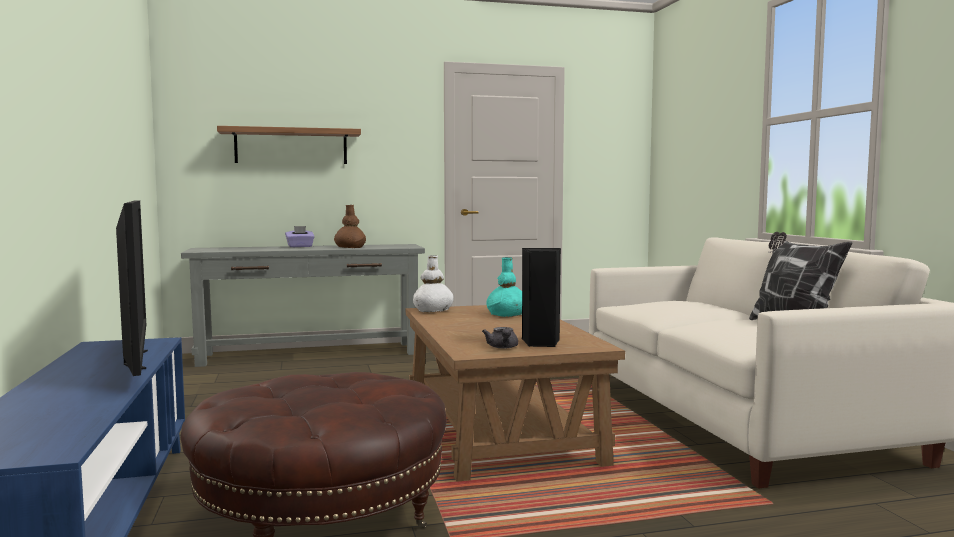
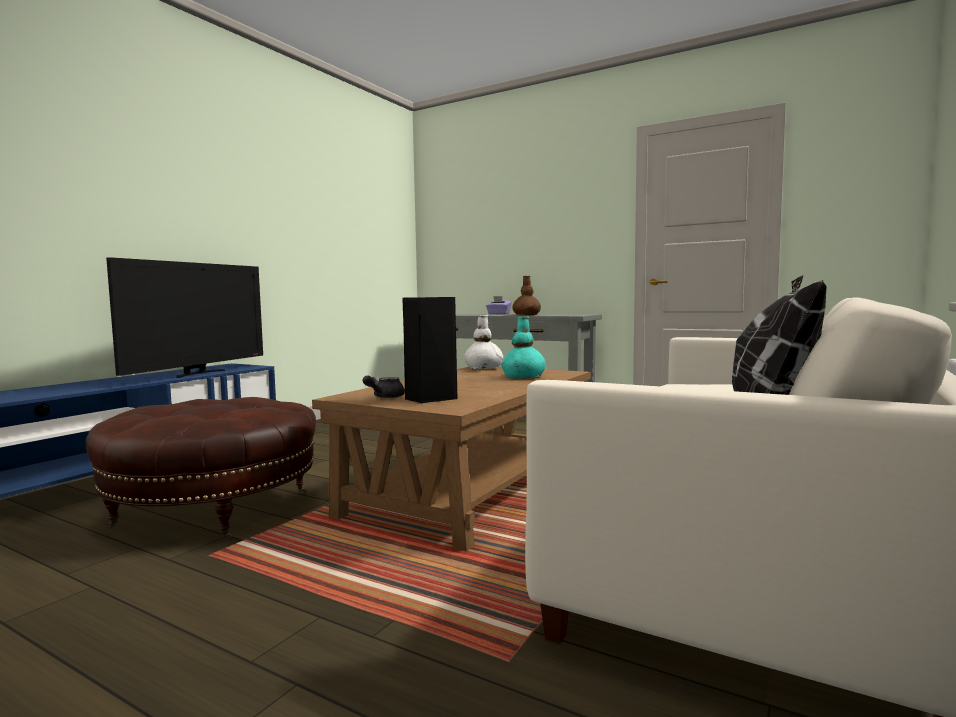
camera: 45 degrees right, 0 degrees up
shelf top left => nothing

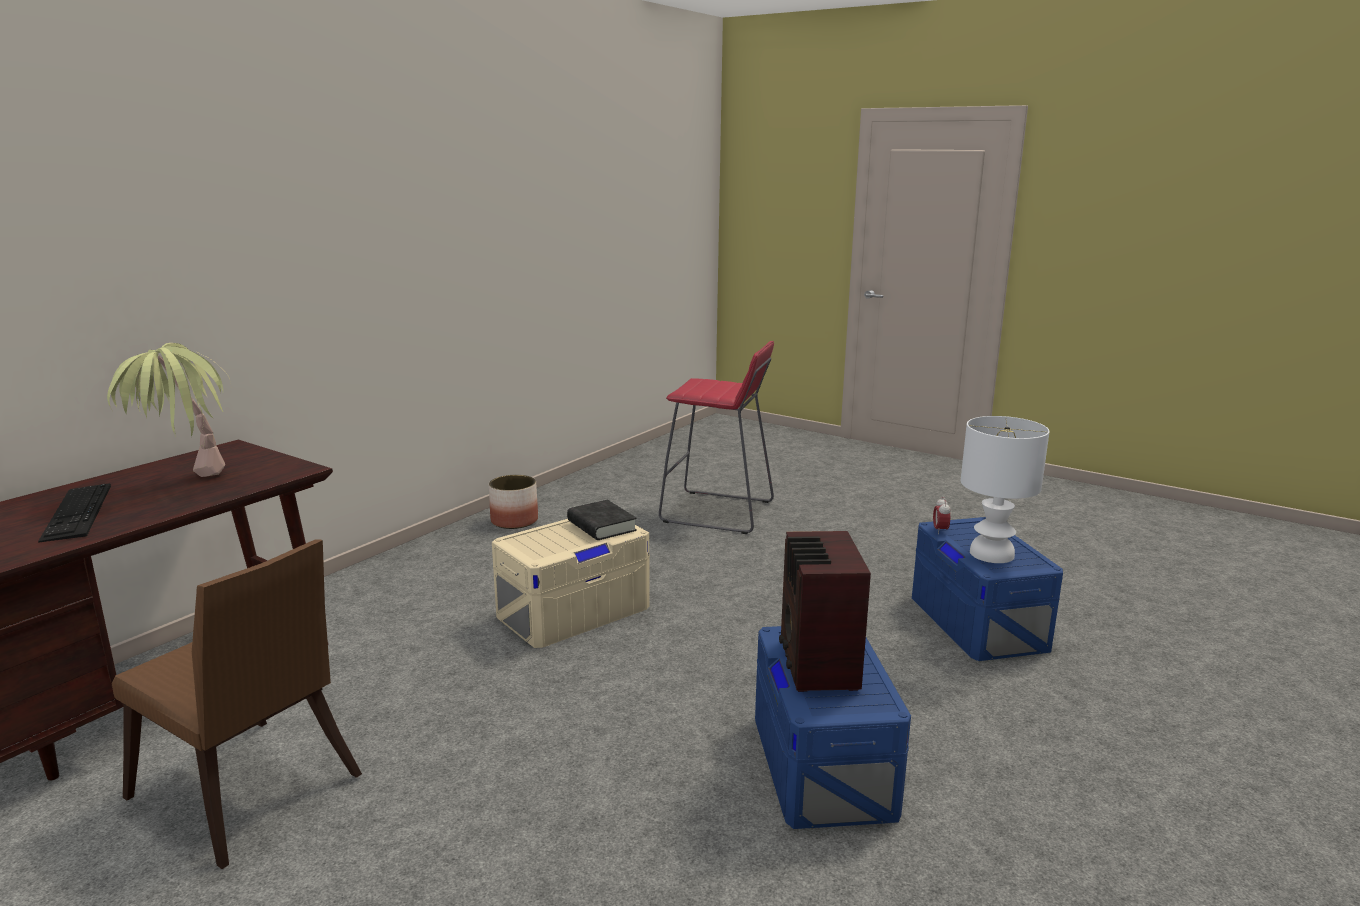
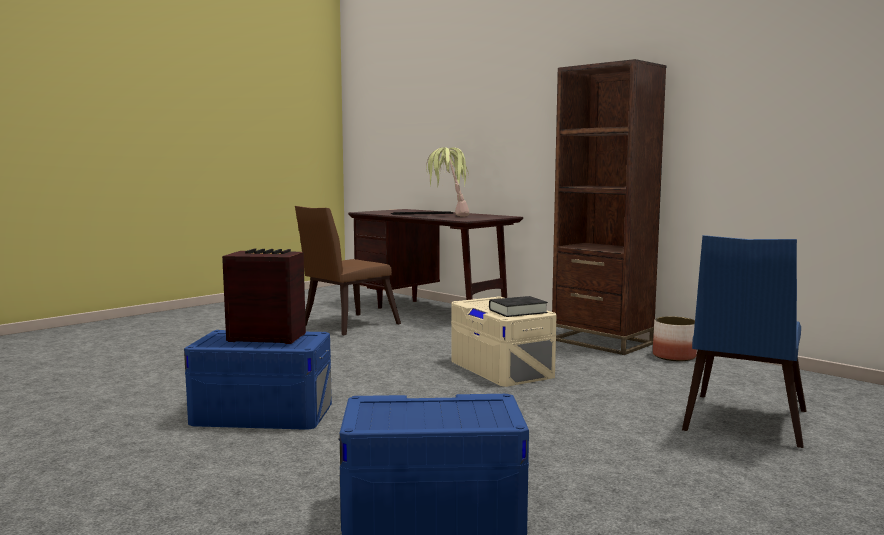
camera: 100 degrees right, 10 degrees down
alarm clock middle right => nothing
white table lamp middle right => nothing
nothing => brown bookcase middle right
red stool centre => blue chair middle right

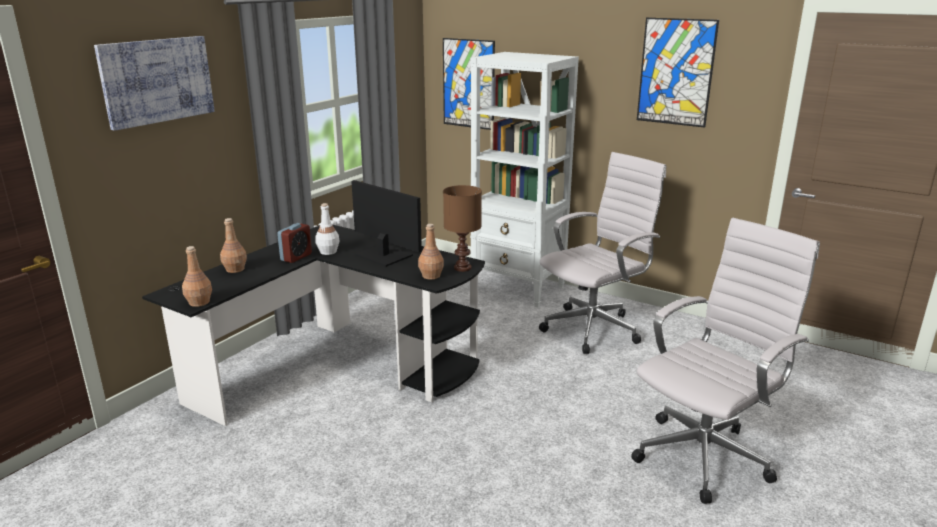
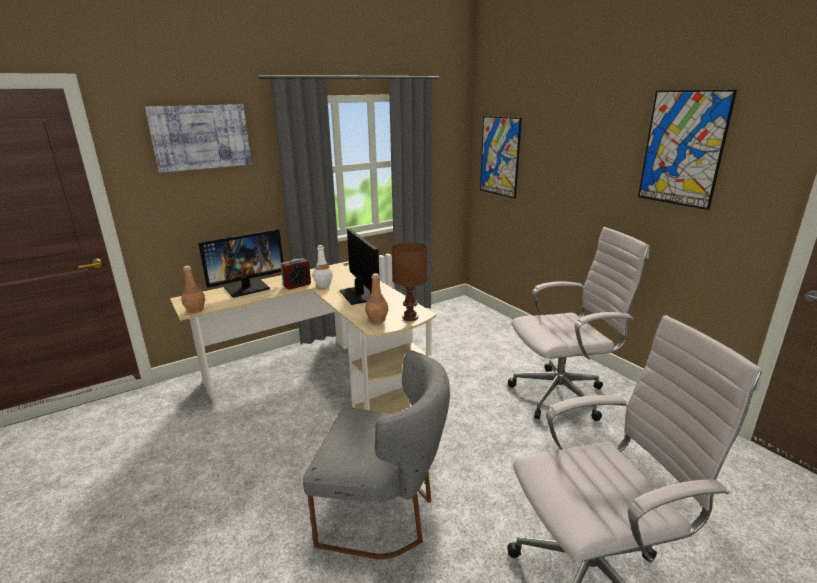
camera: 25 degrees right, 0 degrees up
white bookcase centre => nothing
nothing => grey chair bottom centre
brown bottle (2nd from left) middle left => monitor (1st from left) middle left
black desk centre => beige desk centre

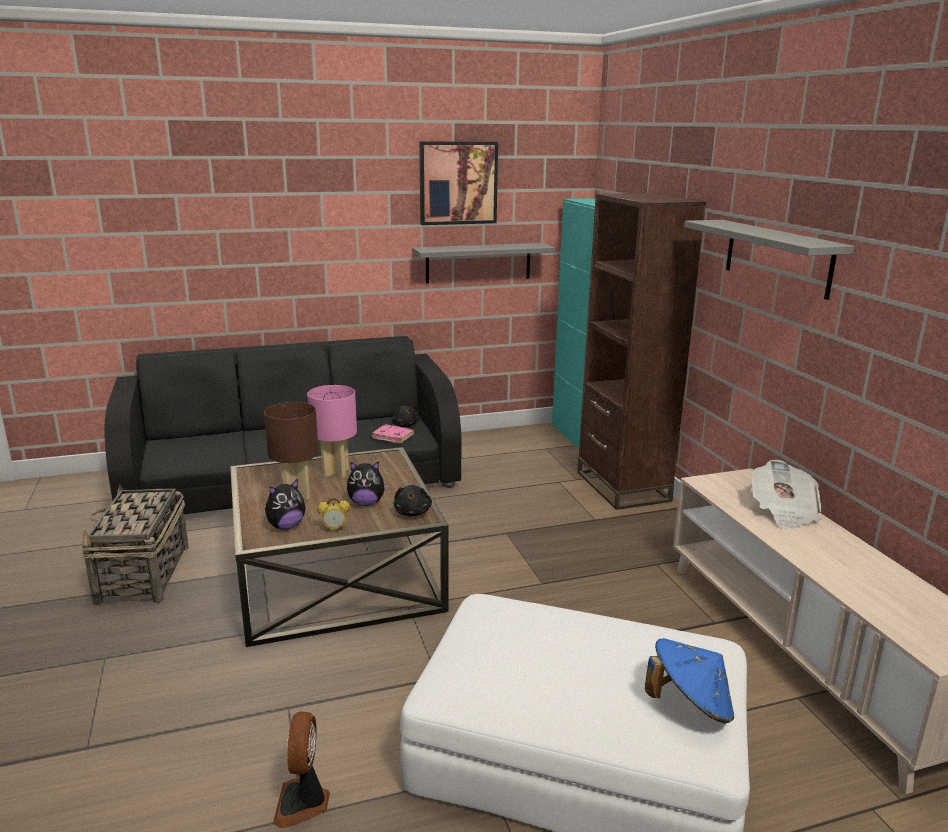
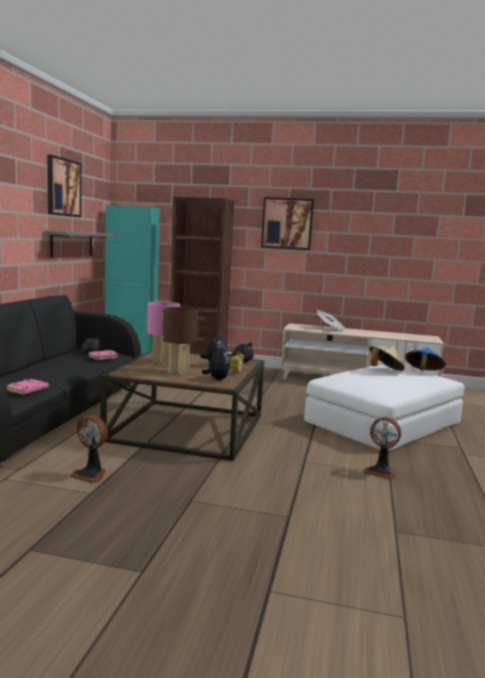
camera: 60 degrees left, 10 degrees down
nothing => pink book (1st from left) middle left
nothing => beige hat middle right
basket middle left => fan (1st from left) middle left
grey shelf (2nd from left) top right => picture (2nd from left) top centre

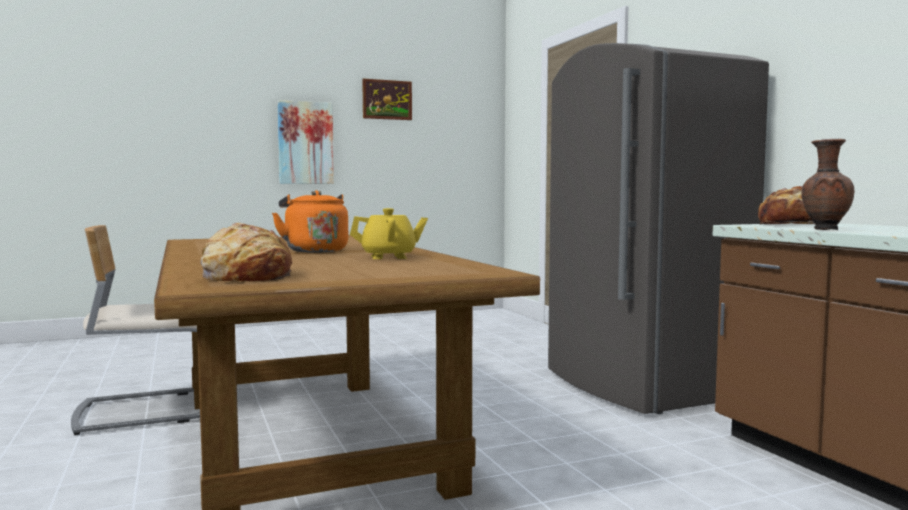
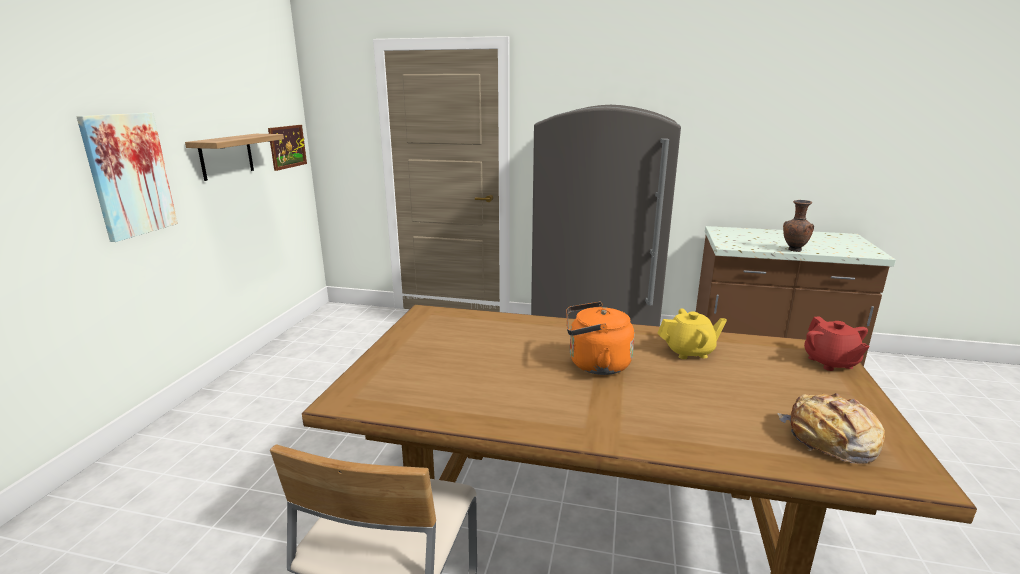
camera: 55 degrees left, 15 degrees up
bread (2nd from left) middle right => nothing
nothing => shelf top left
nothing => red teapot middle right
picture (2nd from left) top centre => picture (2nd from left) top left, moved
yellow teapot centre => yellow teapot middle right, 60 degrees clockwise

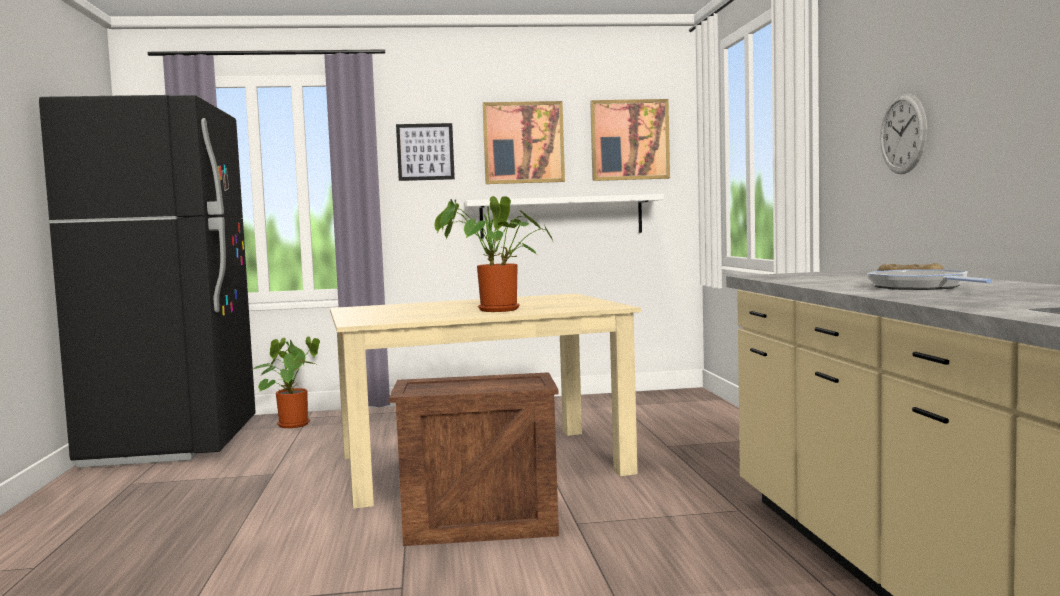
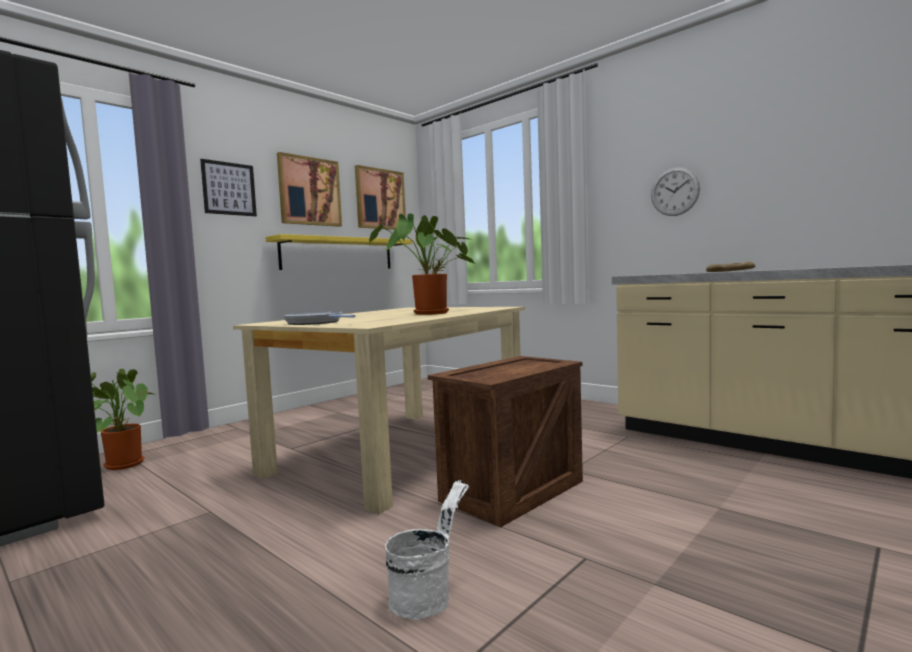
camera: 40 degrees left, 0 degrees up
nothing => white bucket bottom centre
frying pan middle right => frying pan centre, moved
white shelf centre => yellow shelf centre

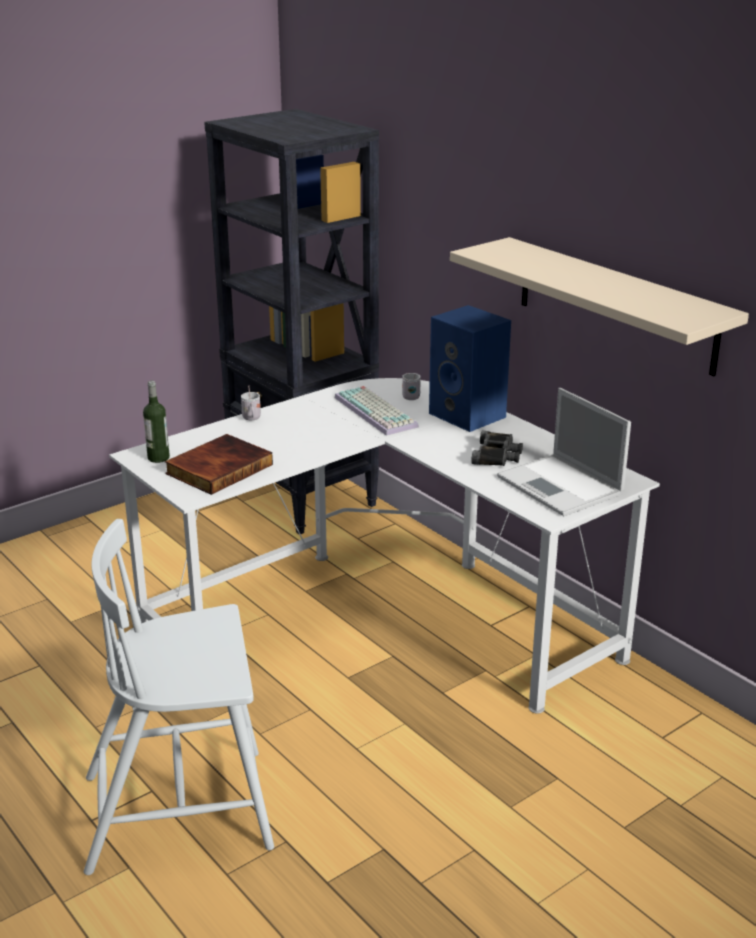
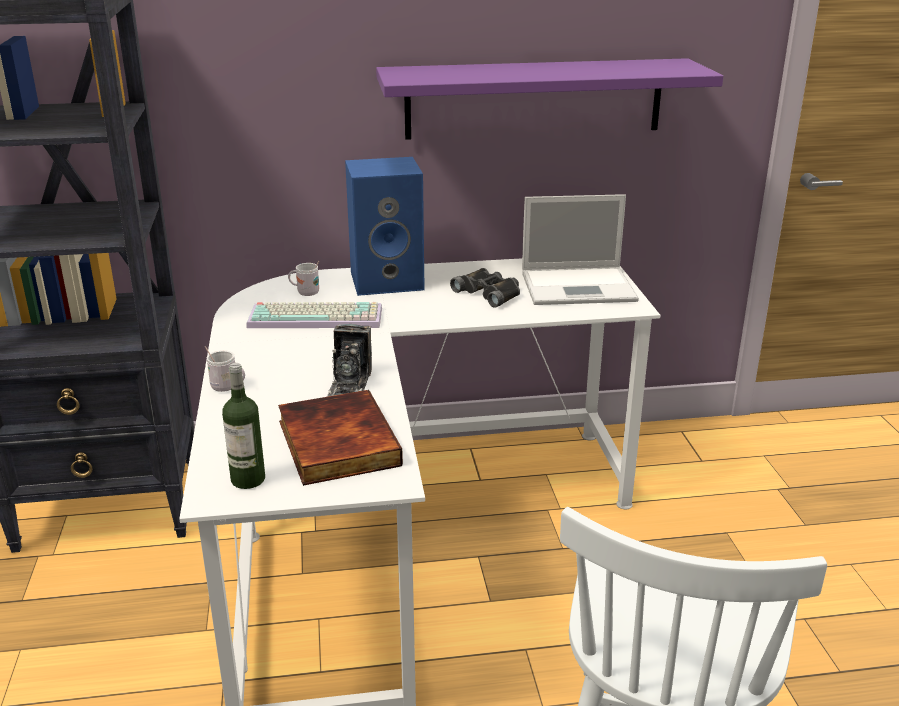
camera: 60 degrees left, 0 degrees up
nothing => photo camera centre
beige shelf top right => purple shelf top centre

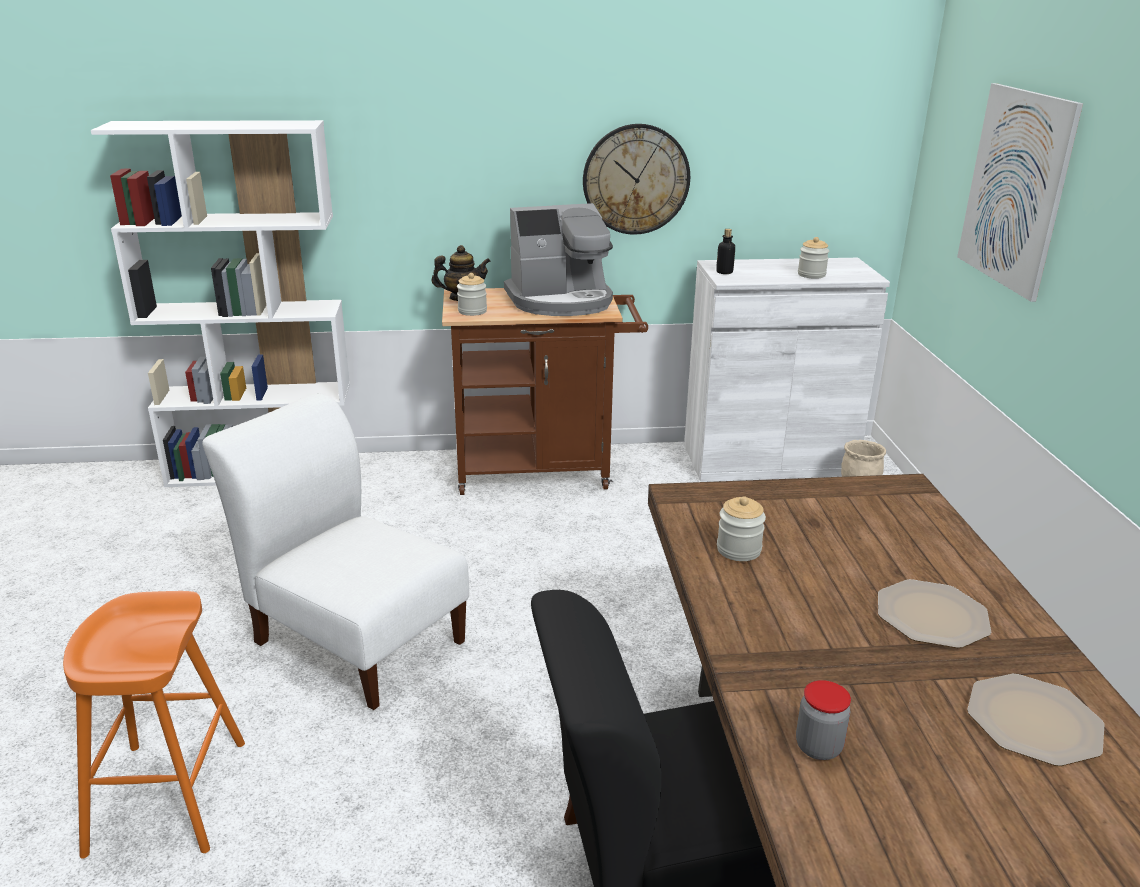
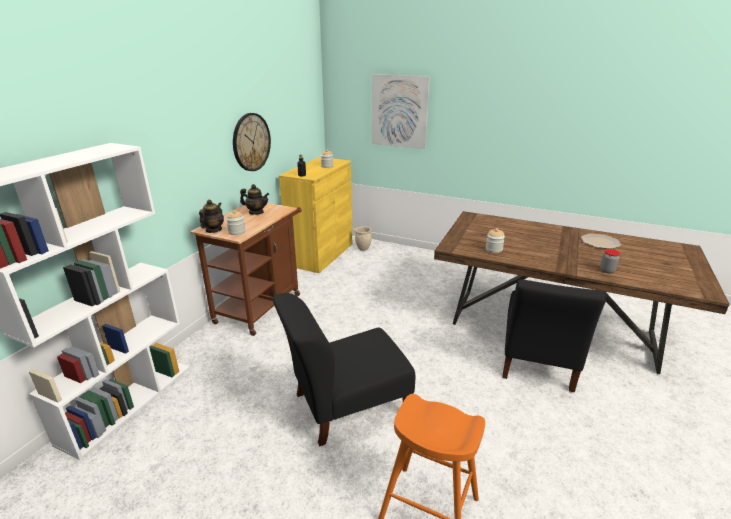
camera: 60 degrees left, 0 degrees up
plate (1st from left) bottom right => nothing
coffee machine top centre => teapot (2nd from left) centre
white chair middle left => black chair (1st from left) bottom centre
white cabinet middle right => yellow cabinet centre

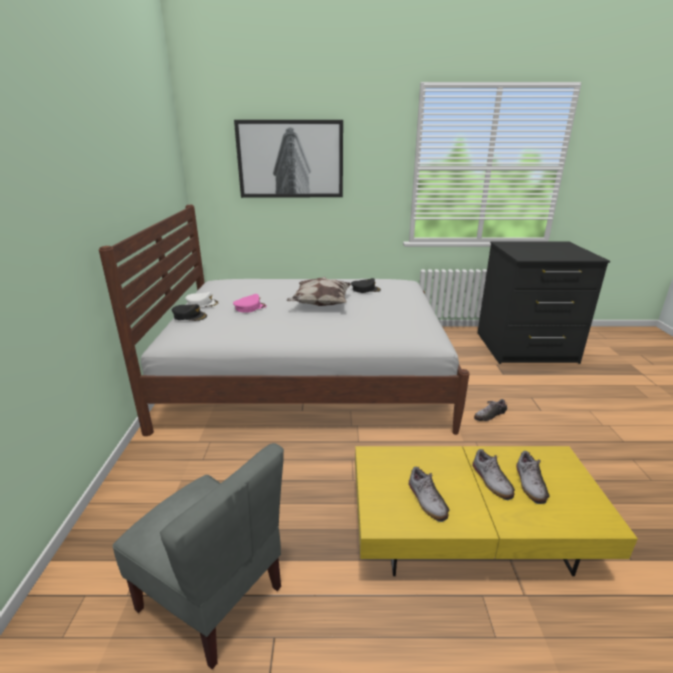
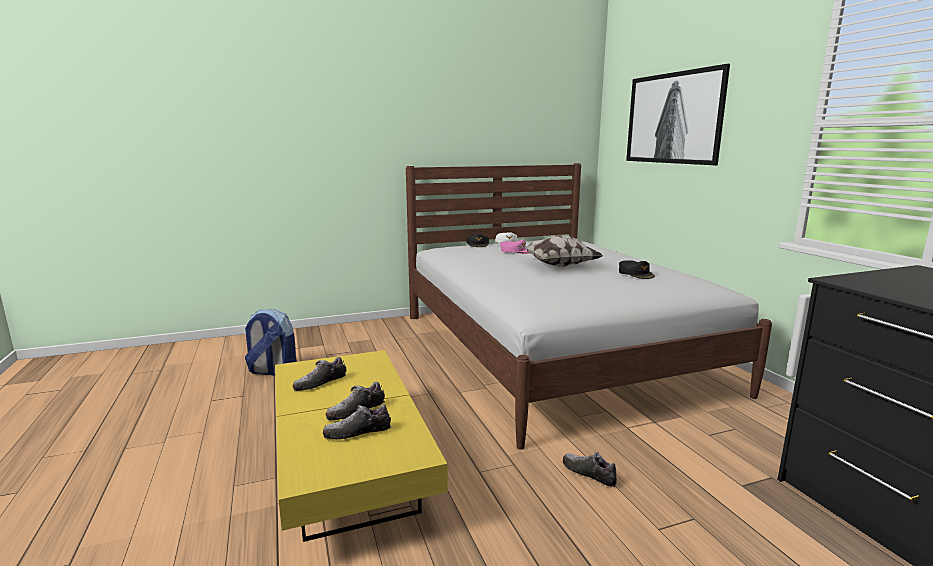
camera: 70 degrees right, 10 degrees down
grey chair bottom left => backpack middle left

